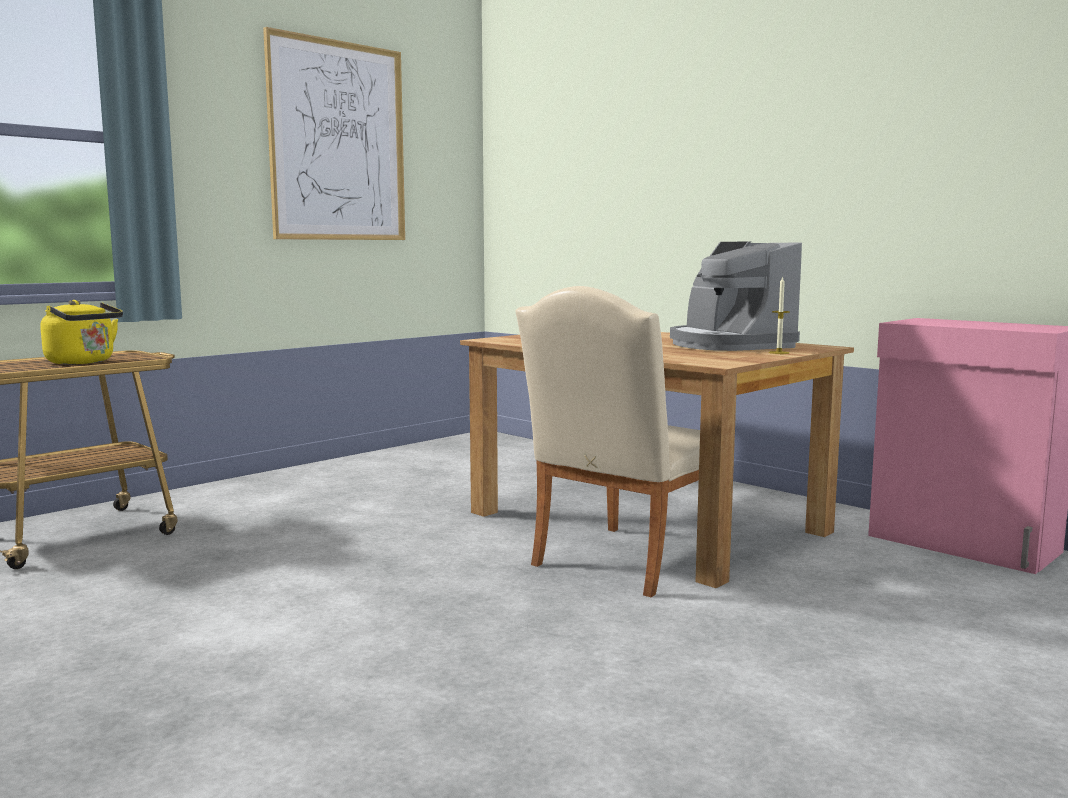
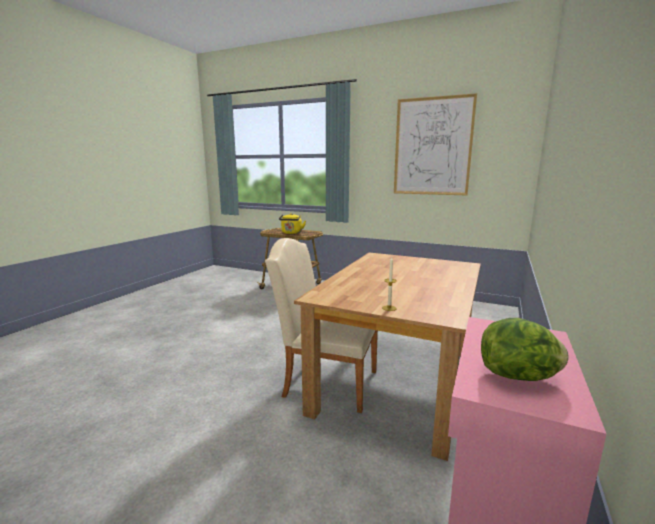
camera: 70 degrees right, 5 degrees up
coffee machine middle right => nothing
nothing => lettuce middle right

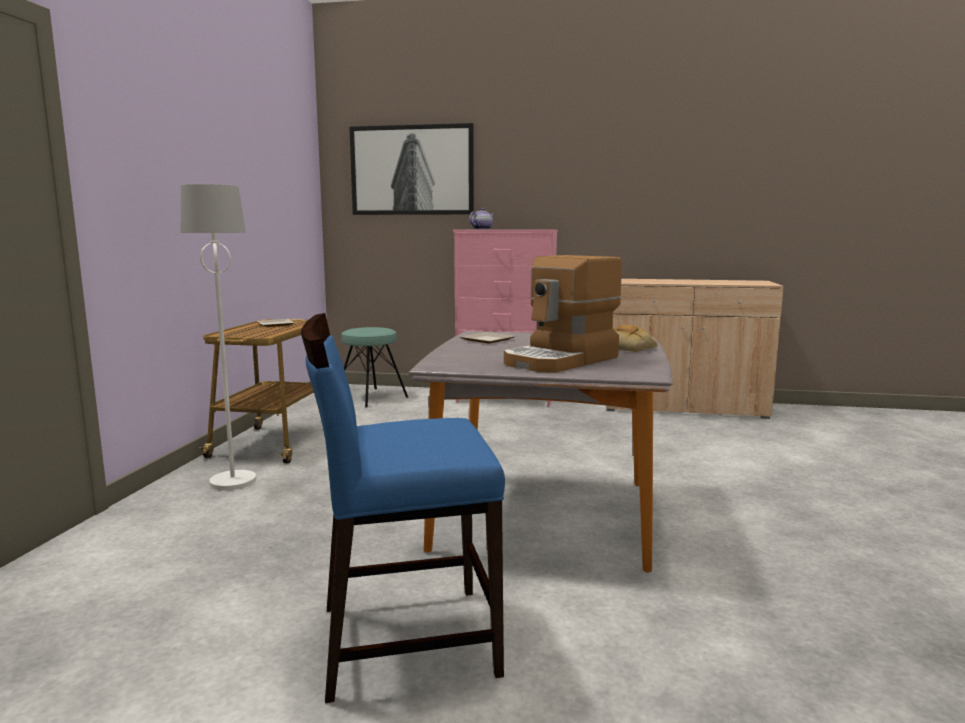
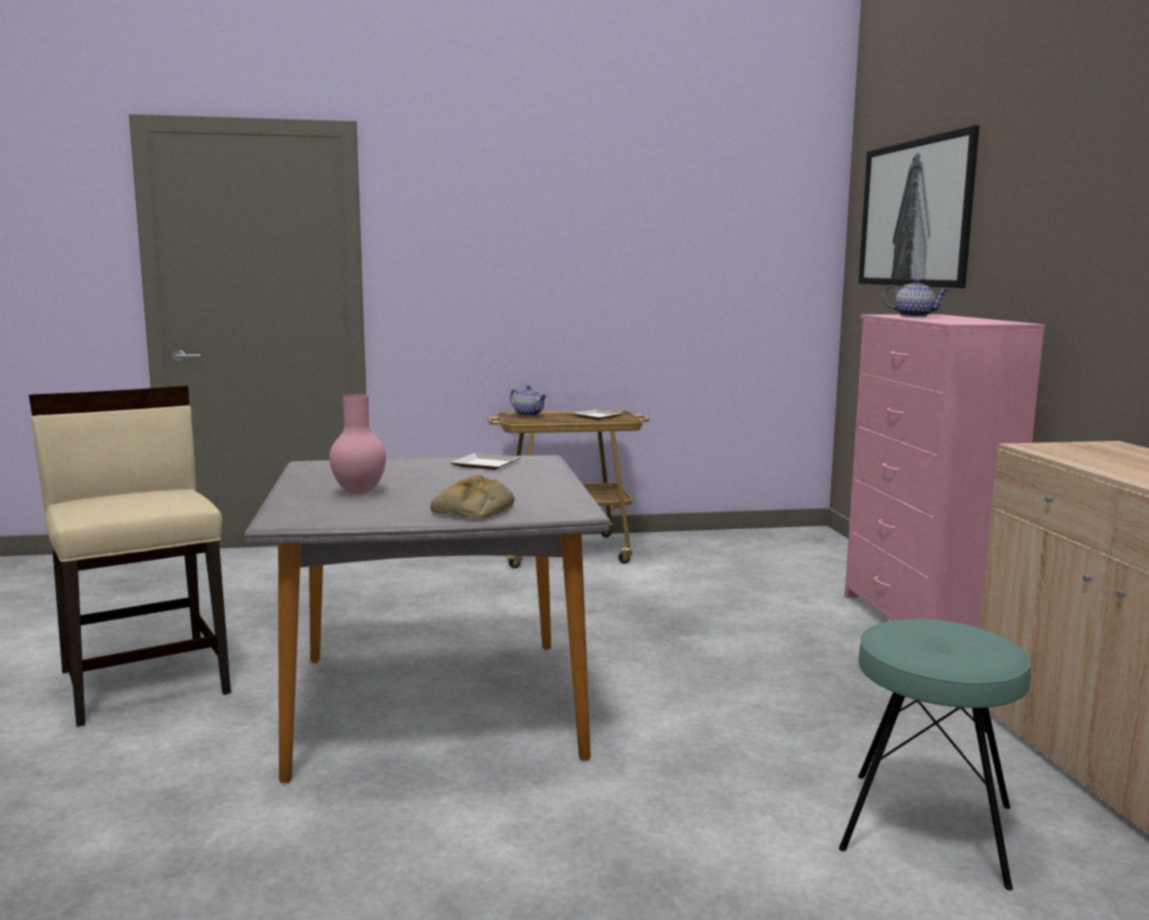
camera: 70 degrees right, 0 degrees up
white floor lamp middle left => nothing
nothing => teapot (1st from left) centre
turquoise stool centre => turquoise stool bottom right, moved
coffee machine centre => pink vase middle left
blue chair bottom centre => beige chair middle left

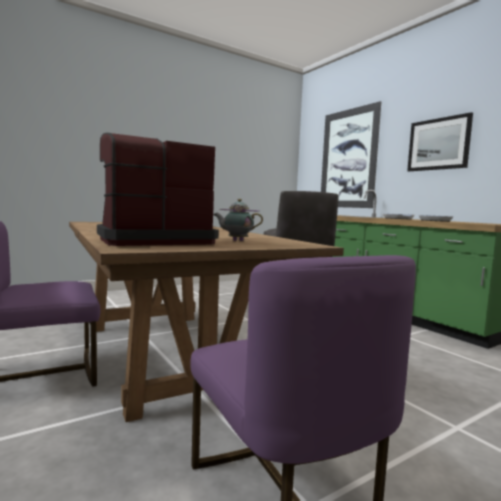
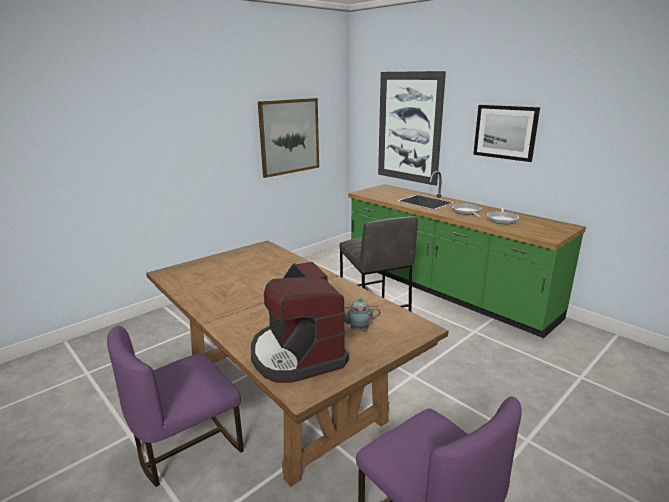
camera: 10 degrees left, 15 degrees up
nothing => picture (1st from left) top centre
coffee machine middle left => coffee machine centre, 75 degrees counterclockwise

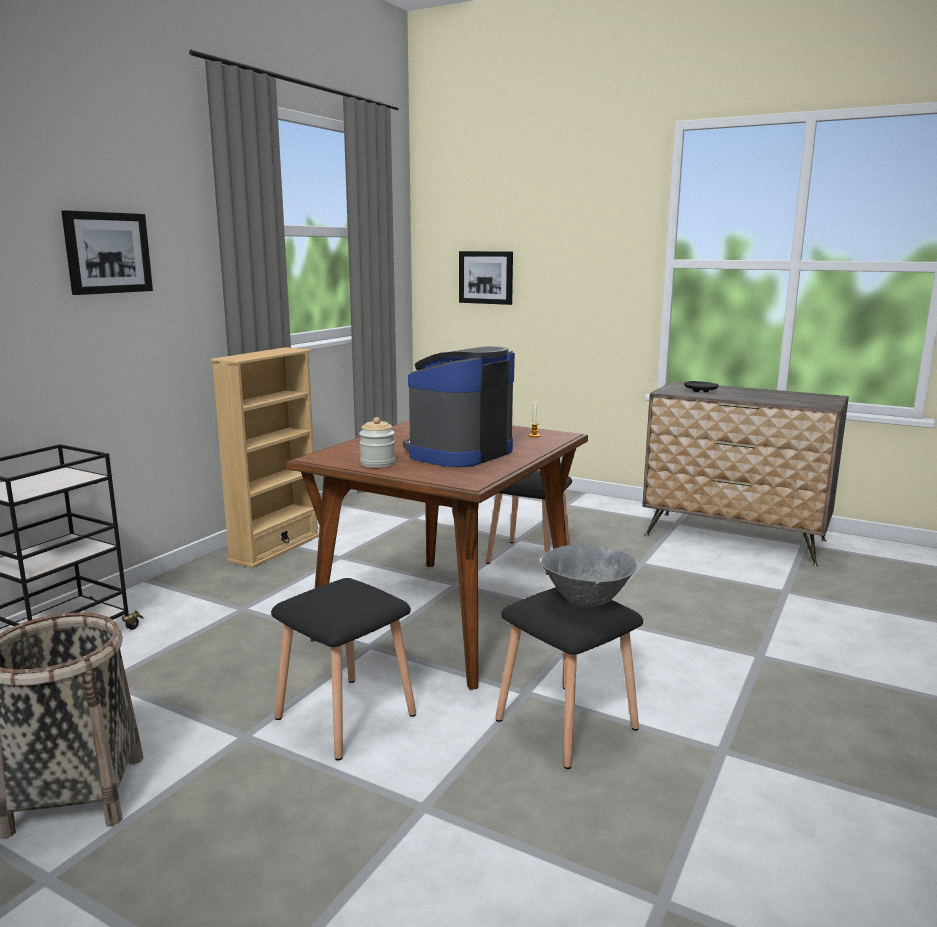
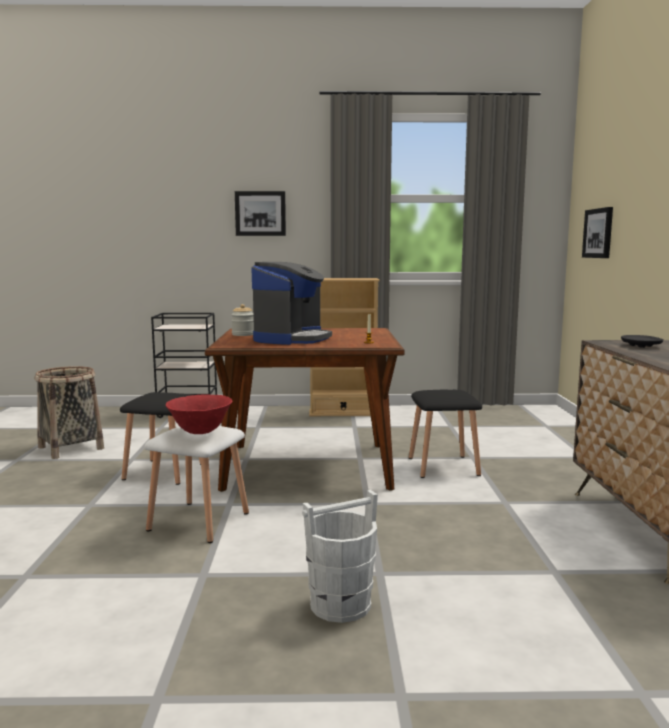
camera: 60 degrees right, 5 degrees down
nothing => white bucket bottom centre
black stool (3rd from left) bottom centre => white stool middle left
grey bowl centre => red bowl middle left
coffee machine centre, 105 degrees clockwise

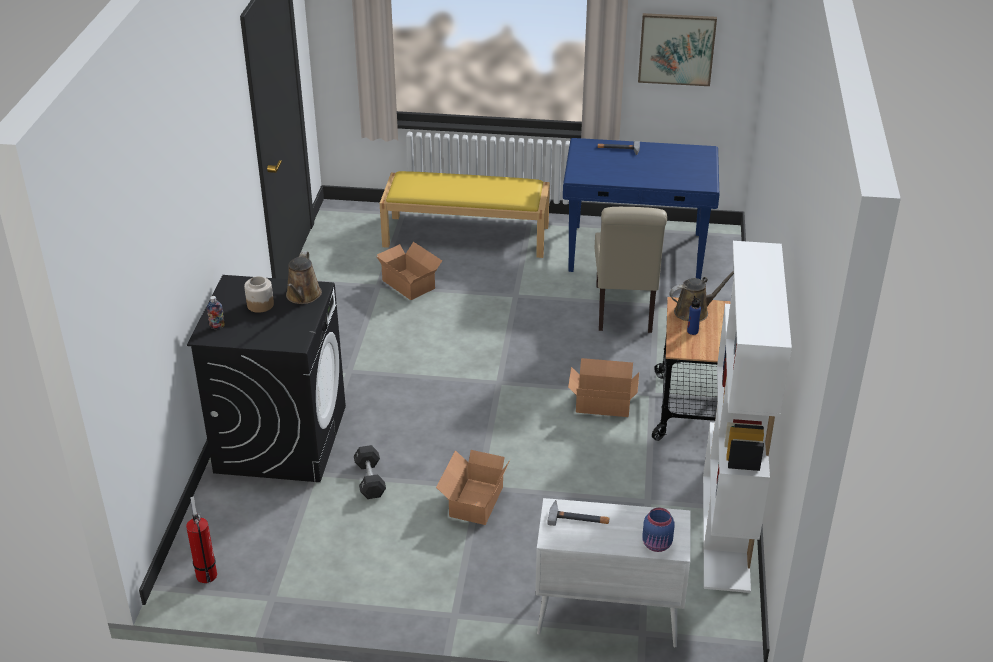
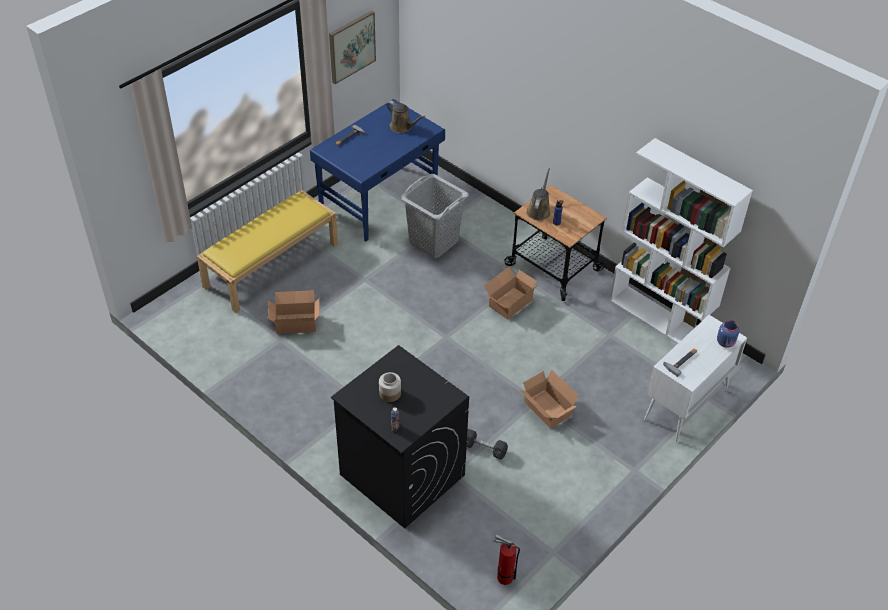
camera: 55 degrees left, 10 degrees up
brown watering can (1st from left) middle left => brown watering can (1st from left) top centre, moved
beige chair centre => grey laundry basket centre

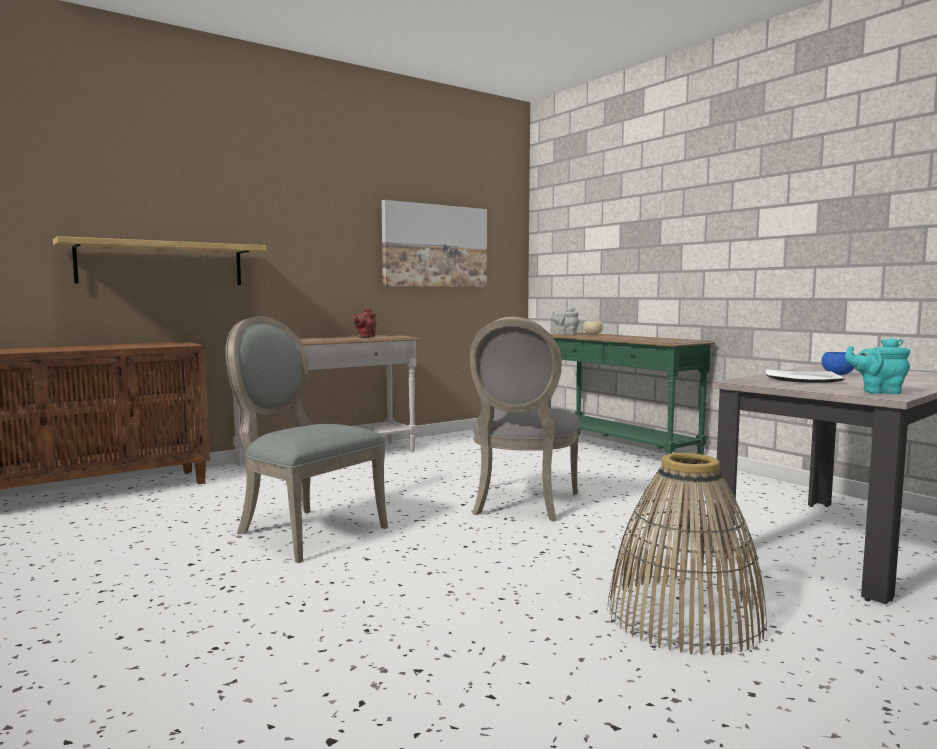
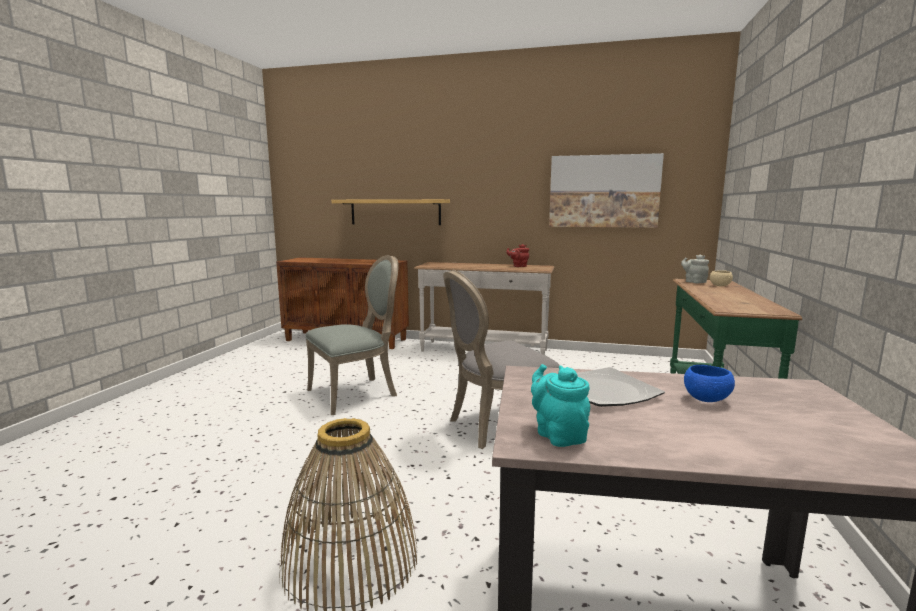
camera: 50 degrees right, 5 degrees up
grey chair (1st from left) middle left => grey chair (1st from left) centre, 60 degrees clockwise

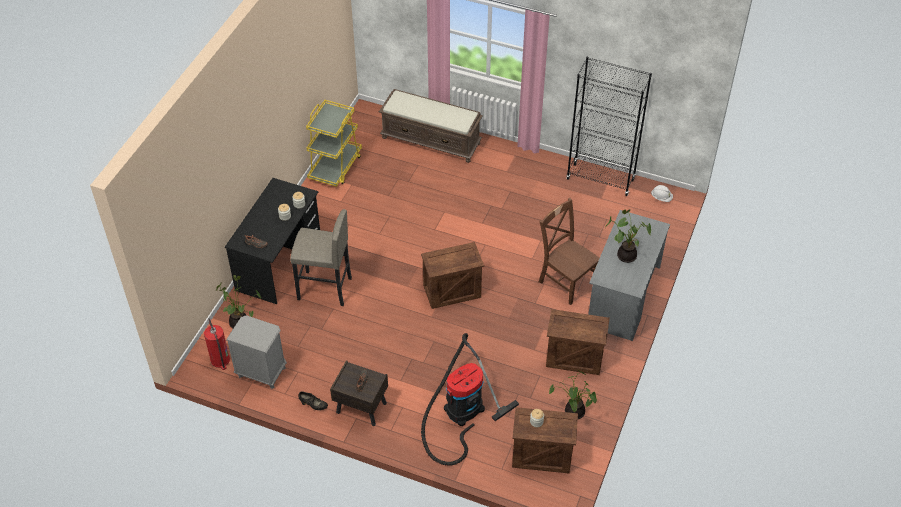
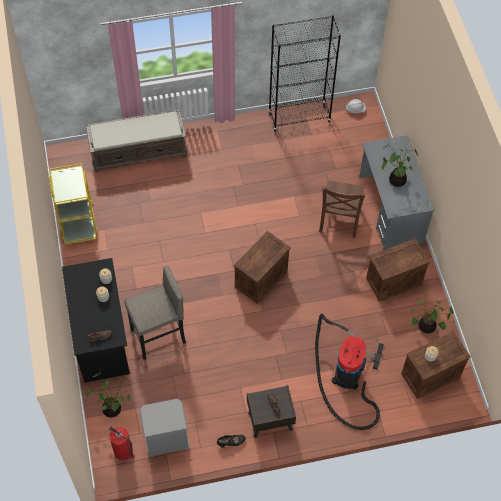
camera: 35 degrees left, 10 degrees up
brown chair centre => brown chair middle right, 90 degrees counterclockwise

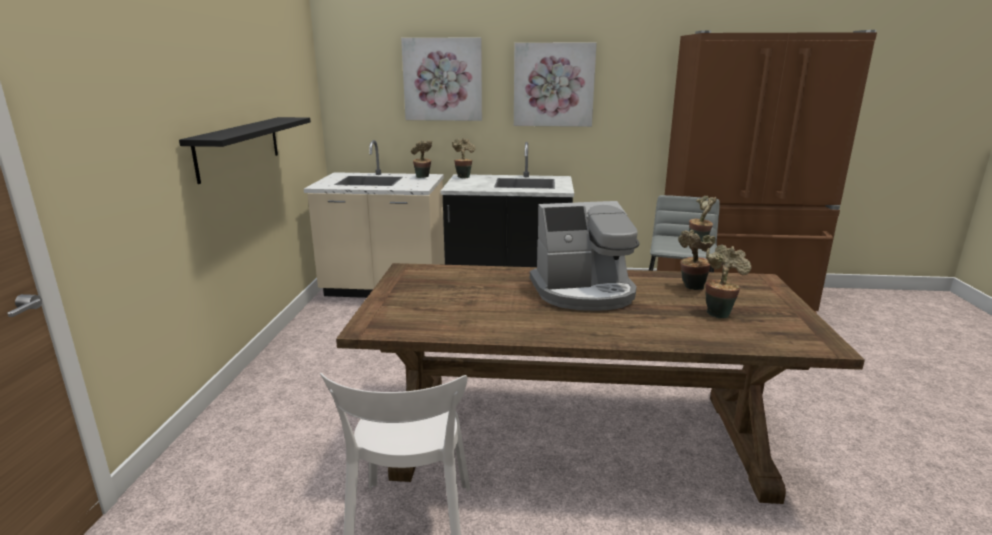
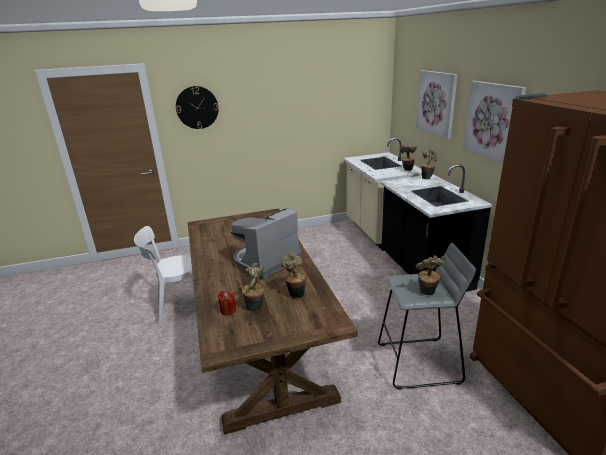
camera: 70 degrees right, 5 degrees up
black shelf top left => nothing
nothing => wall clock top left
nothing => red candle centre
coffee machine centre, 75 degrees clockwise

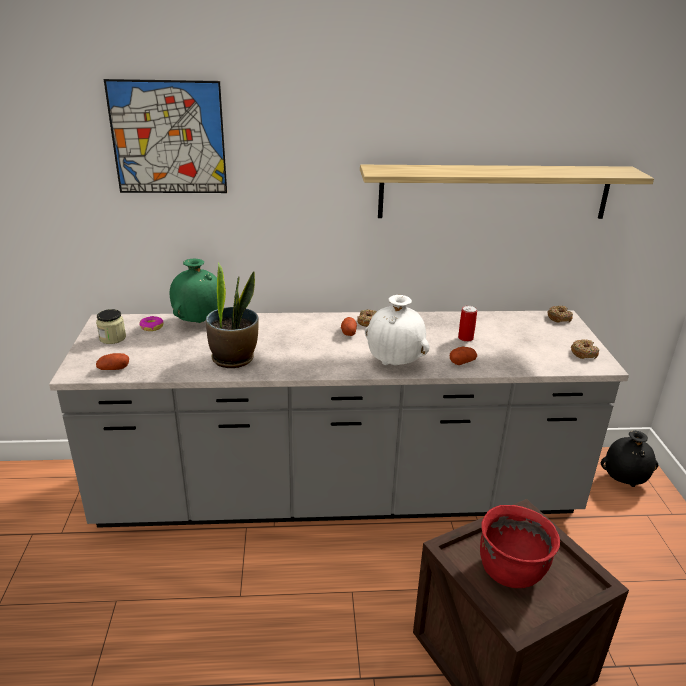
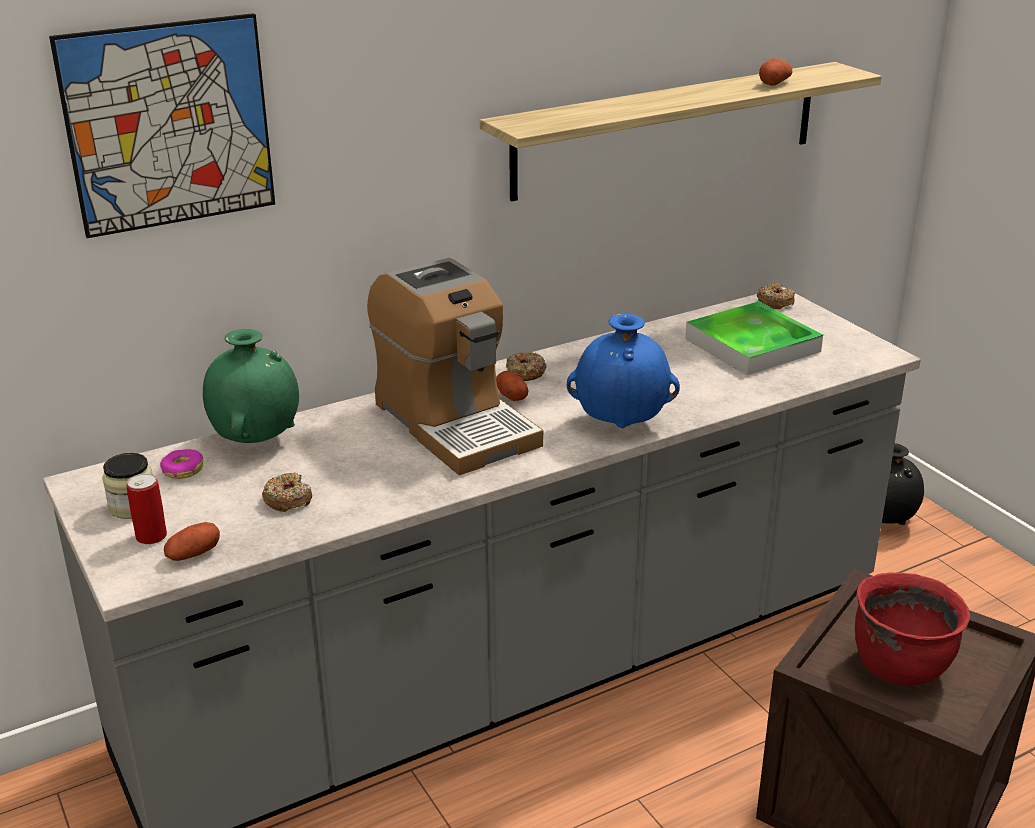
camera: 25 degrees left, 0 degrees up
potted plant centre => nothing
nothing => coffee machine centre
nothing => tray middle right
potato (3rd from left) middle right => potato (3rd from left) top right, moved
can middle right => can middle left, moved
donut (4th from left in the first image) middle right => donut (2nd from left) middle left, moved
white vase centre => blue vase centre

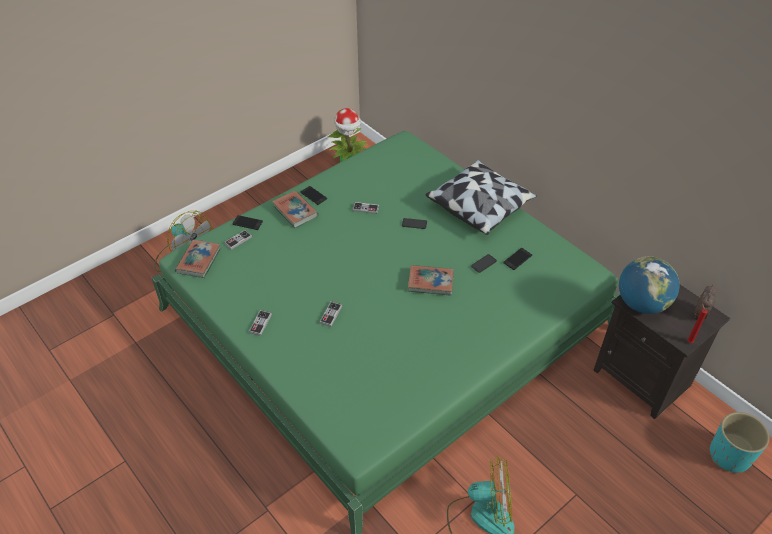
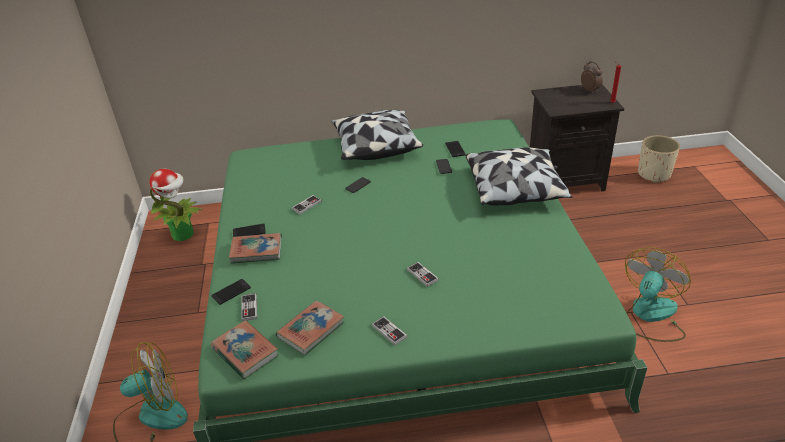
camera: 55 degrees left, 10 degrees down
globe middle right => nothing
nothing => pillow (2nd from left) centre
book (3rd from left) centre => book (3rd from left) bottom centre, moved
turquoise planter bottom right => beige planter middle right

